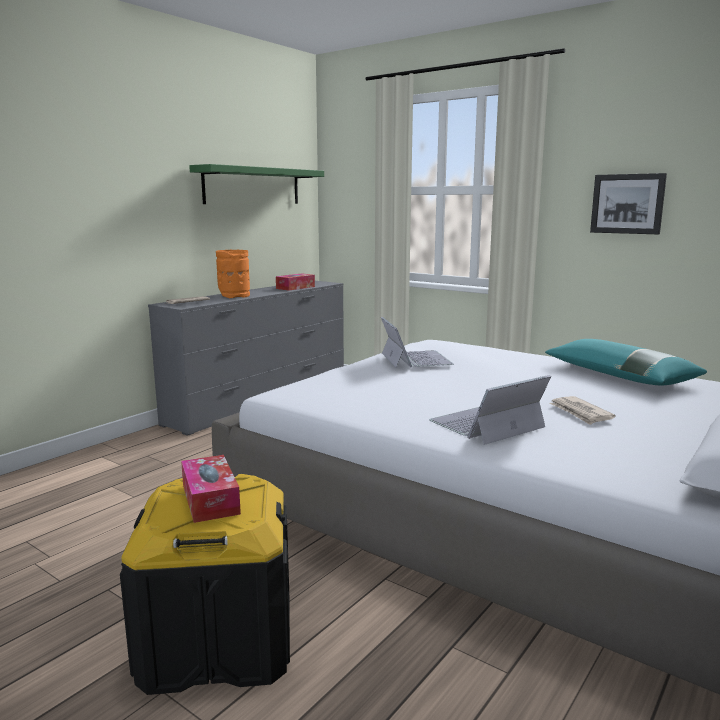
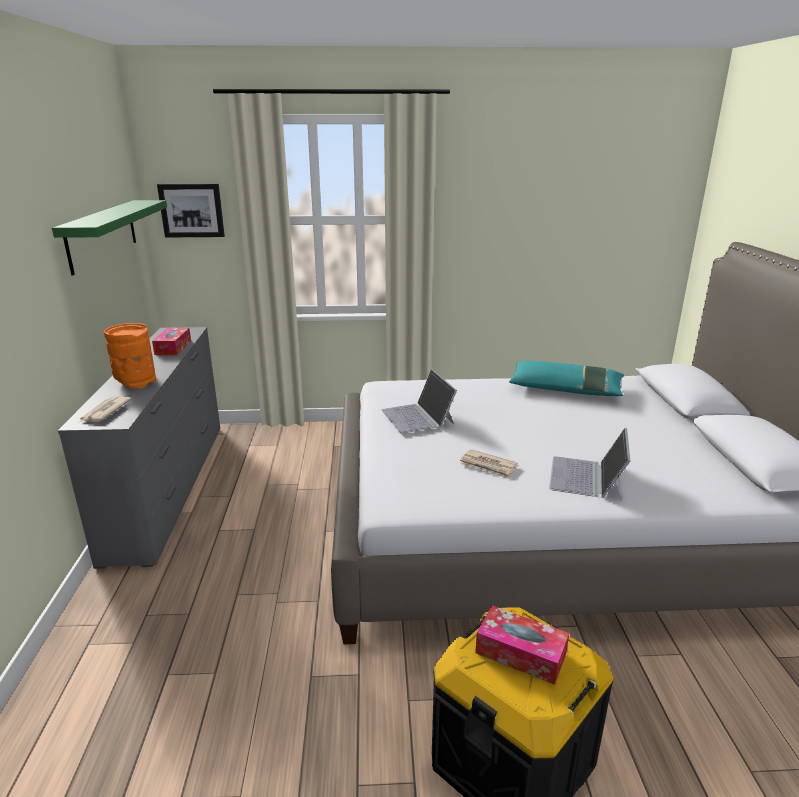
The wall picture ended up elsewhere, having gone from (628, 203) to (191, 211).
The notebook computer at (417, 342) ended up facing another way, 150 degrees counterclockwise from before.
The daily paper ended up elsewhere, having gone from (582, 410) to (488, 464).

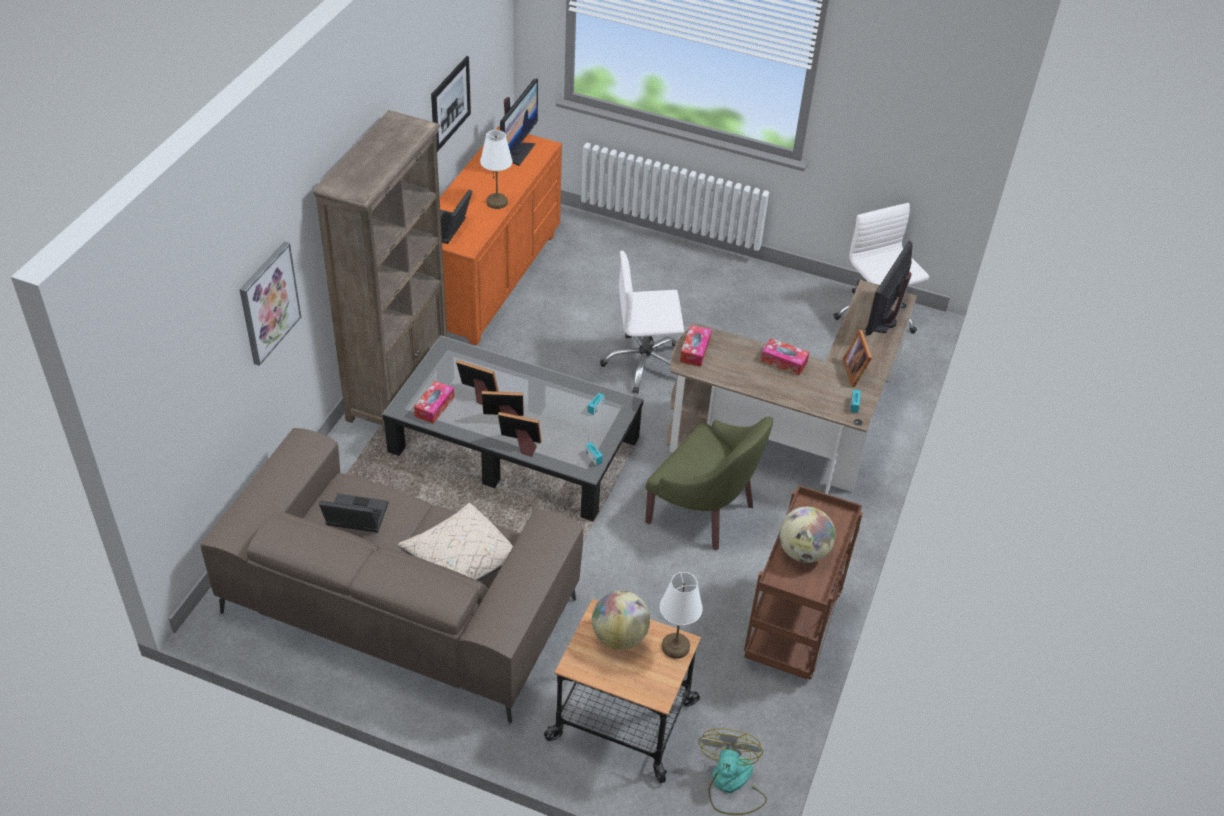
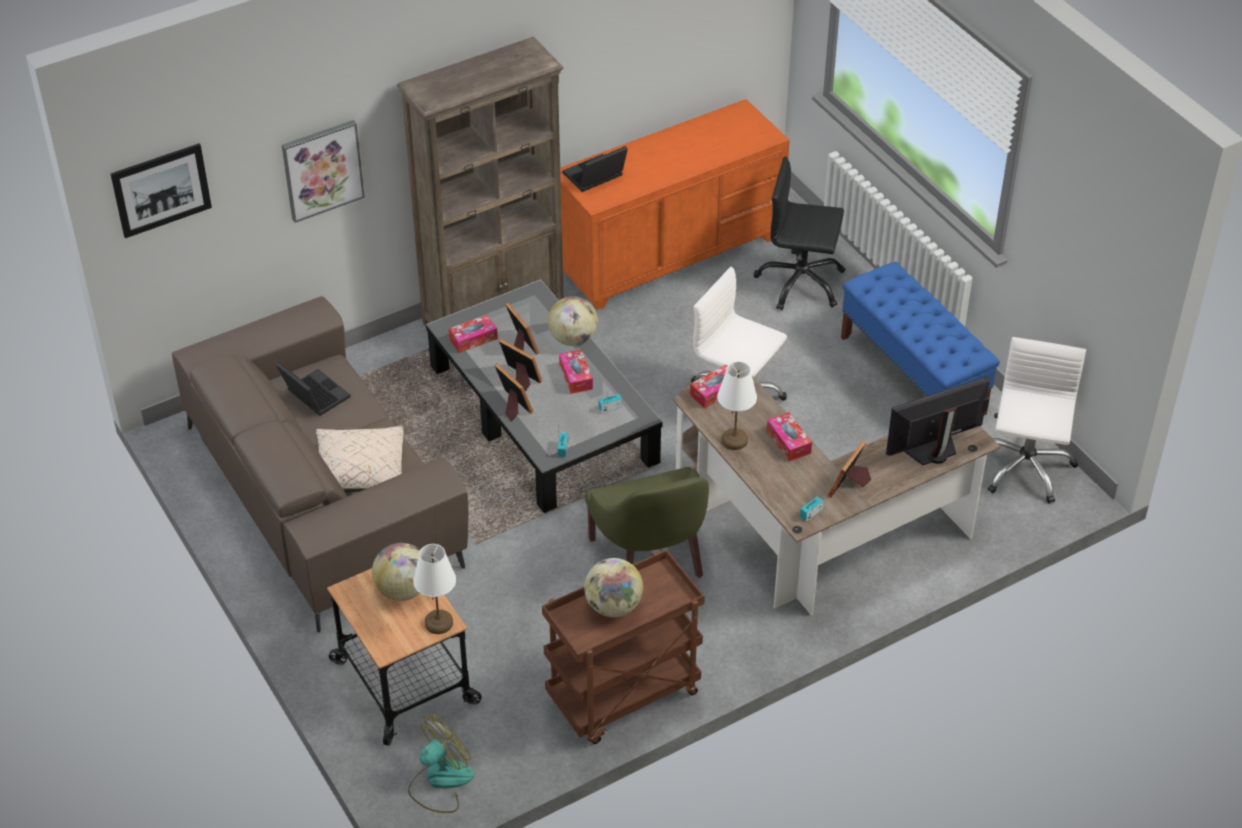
The wall picture ended up elsewhere, having gone from (451, 104) to (161, 190).
The second view gained the desk globe at (573, 321).
The second view gained the box of tissues at (576, 371).
The table lamp/white ended up elsewhere, having gone from (496, 169) to (737, 405).
The second view gained the desk chair/black-coloured at (799, 233).
The second view gained the bench/blue-coloured at (920, 338).
The second view lost the computer screen at (519, 122).

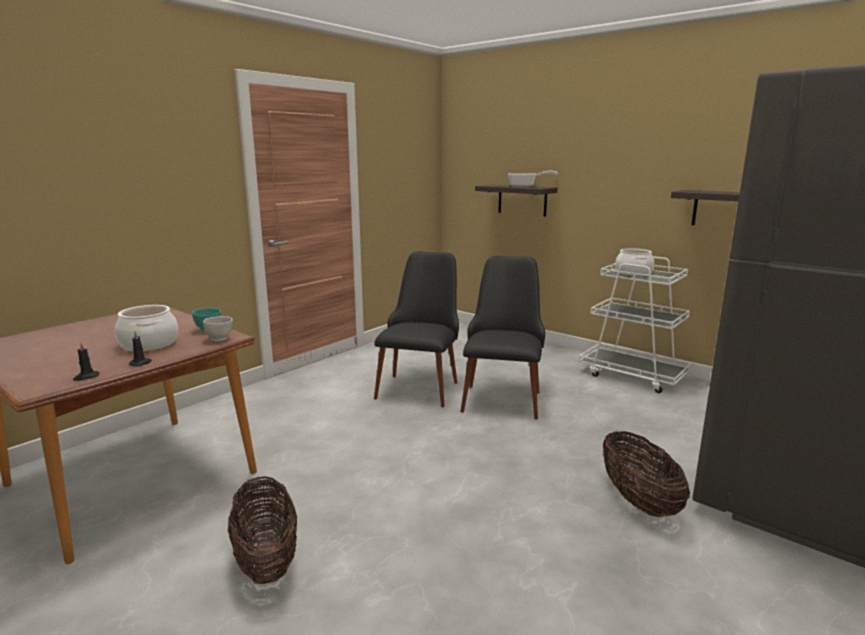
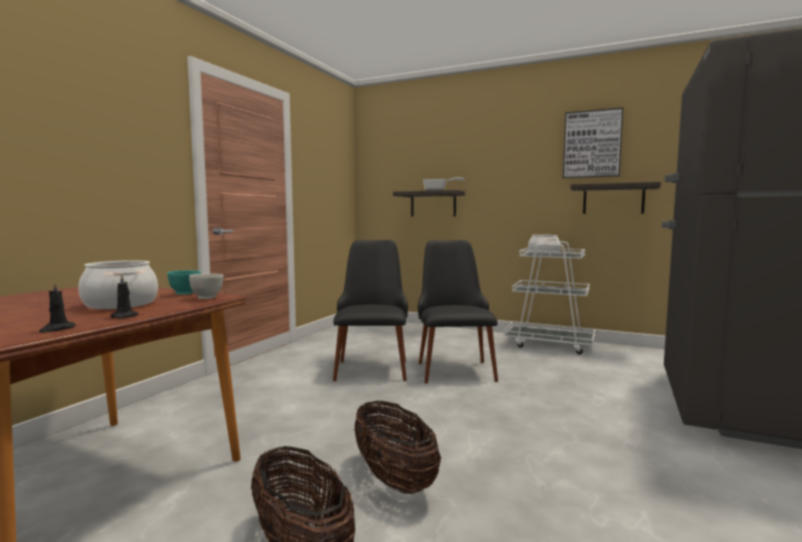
The storage basket ended up elsewhere, having gone from (646, 474) to (397, 447).
The second view gained the wall picture at (593, 142).

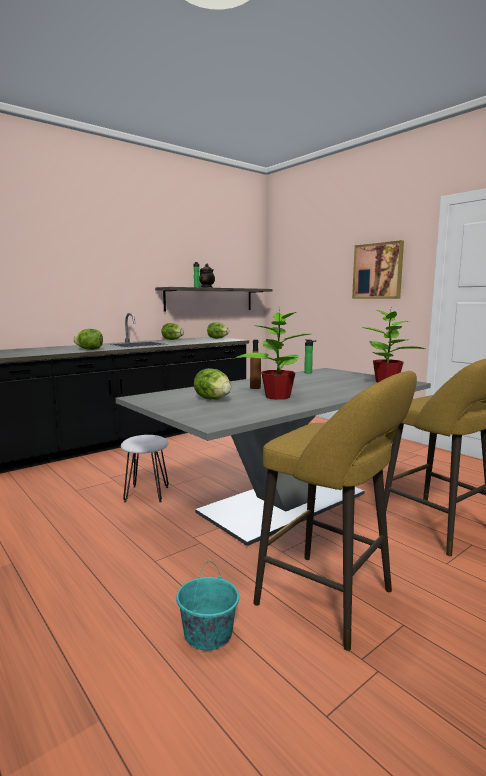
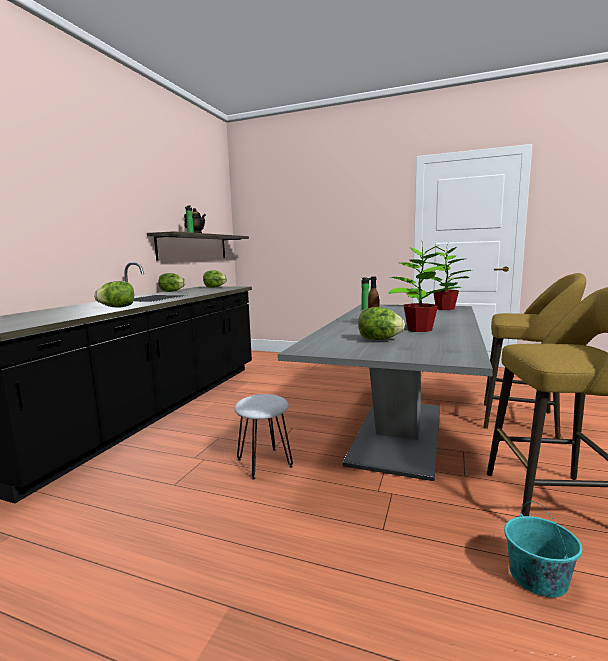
The second view lost the wall picture at (378, 269).

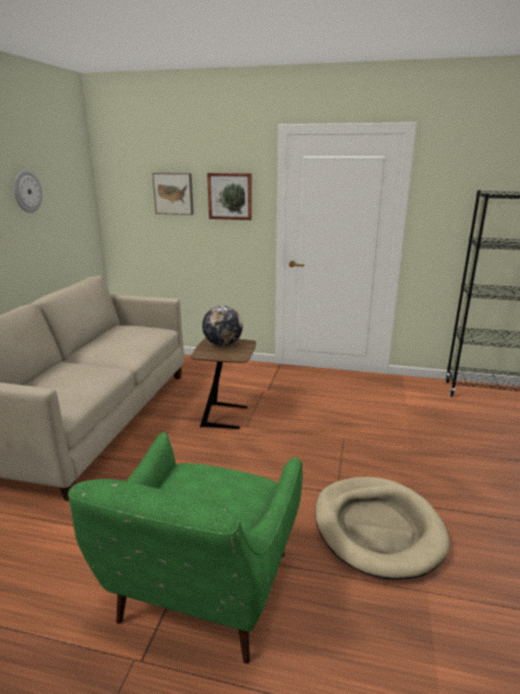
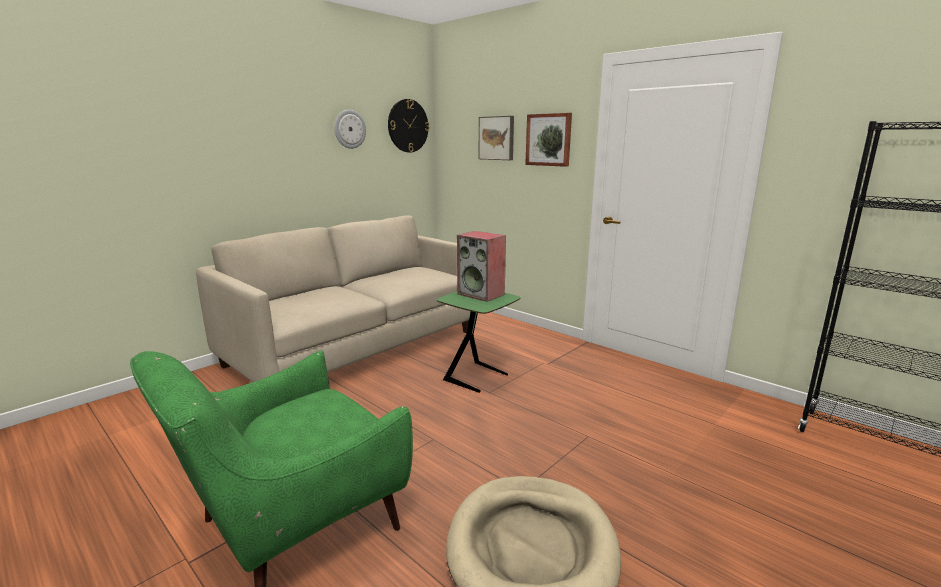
The second view gained the clock on the wall at (408, 125).
What was the side table/brownish at (223, 383) turned into the side table/green-coloured at (478, 342).
Where the desk globe stood at (222, 326), the loudspeaker came to stand at (481, 266).

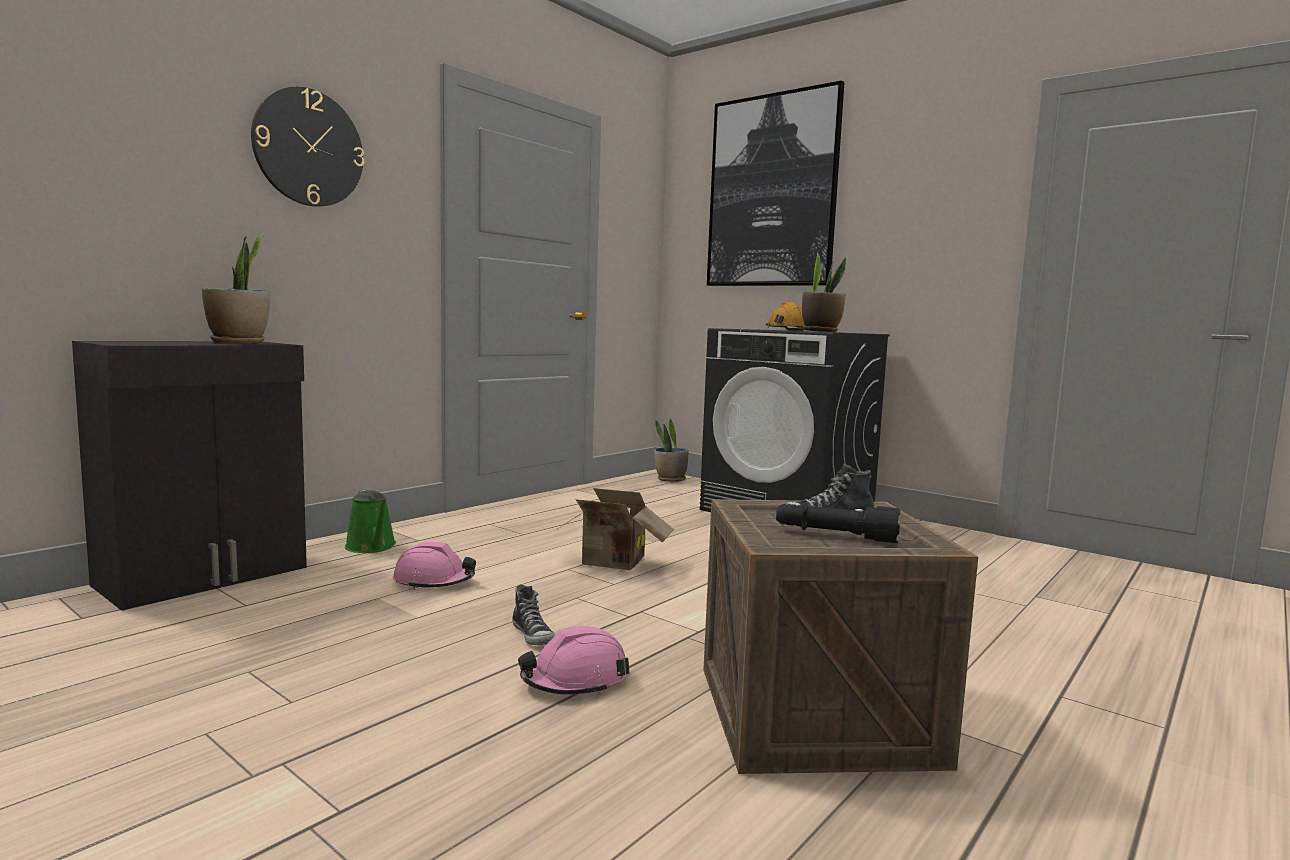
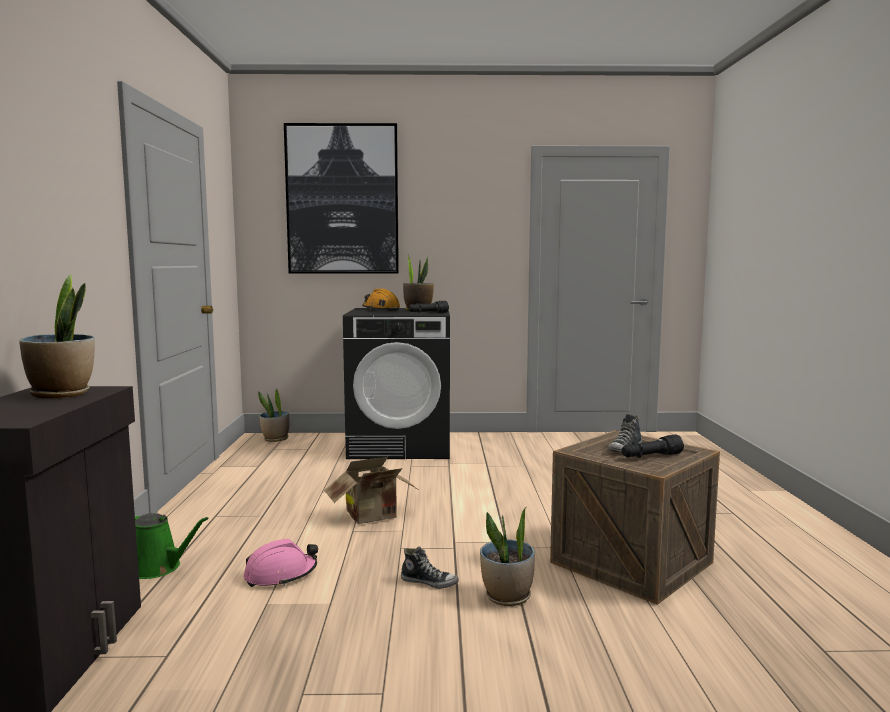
The second view gained the hand torch/black-coloured at (428, 307).
Where the work helmet/pink stood at (573, 660), the houseplant came to stand at (507, 556).
The second view lost the clock on the wall at (307, 147).

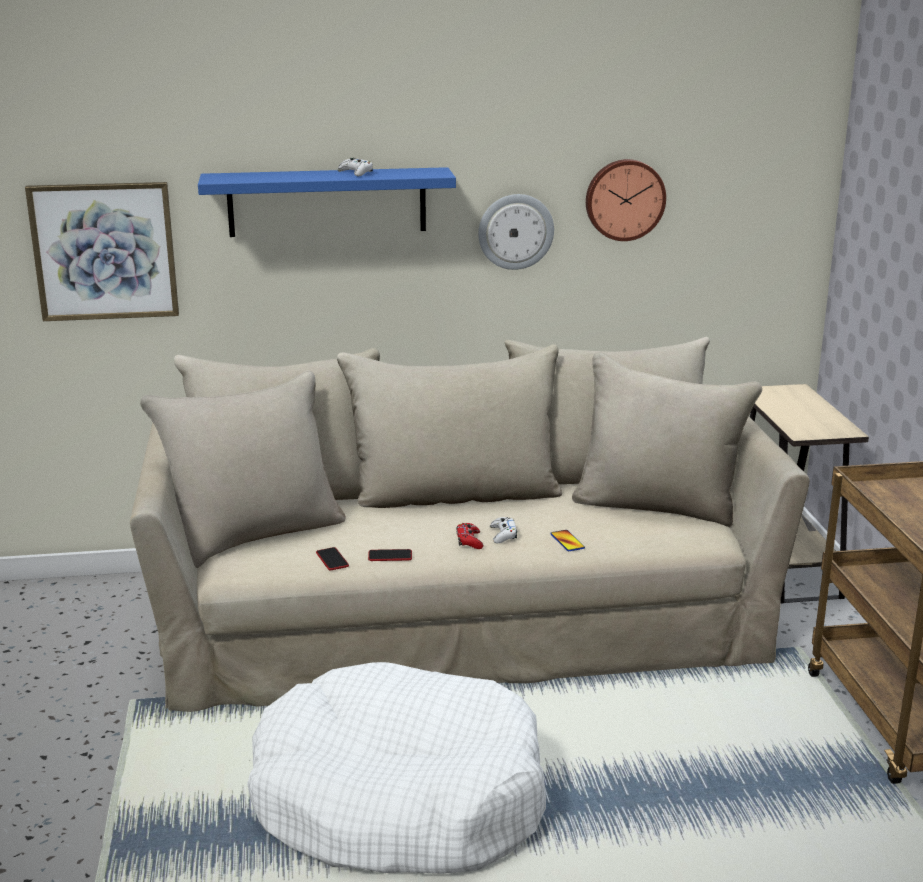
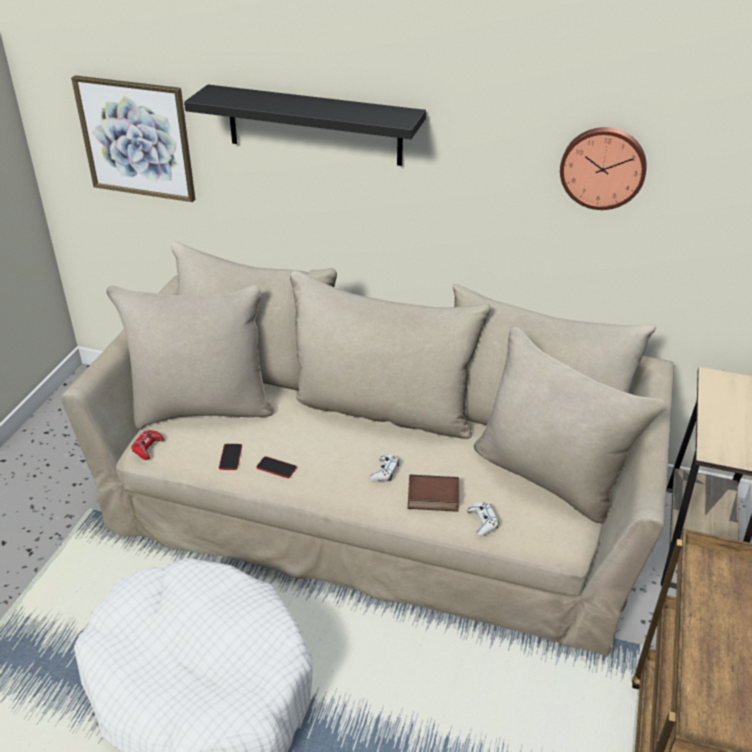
The joypad/red-coloured ended up elsewhere, having gone from (469, 536) to (147, 445).
What was the bracket shelf/blue-coloured at (327, 202) turned into the bracket shelf/black-coloured at (305, 125).
Where the telephone stood at (567, 540), the book came to stand at (433, 493).
The joypad/white ended up elsewhere, having gone from (355, 167) to (483, 519).
The second view lost the clock on the wall at (516, 232).

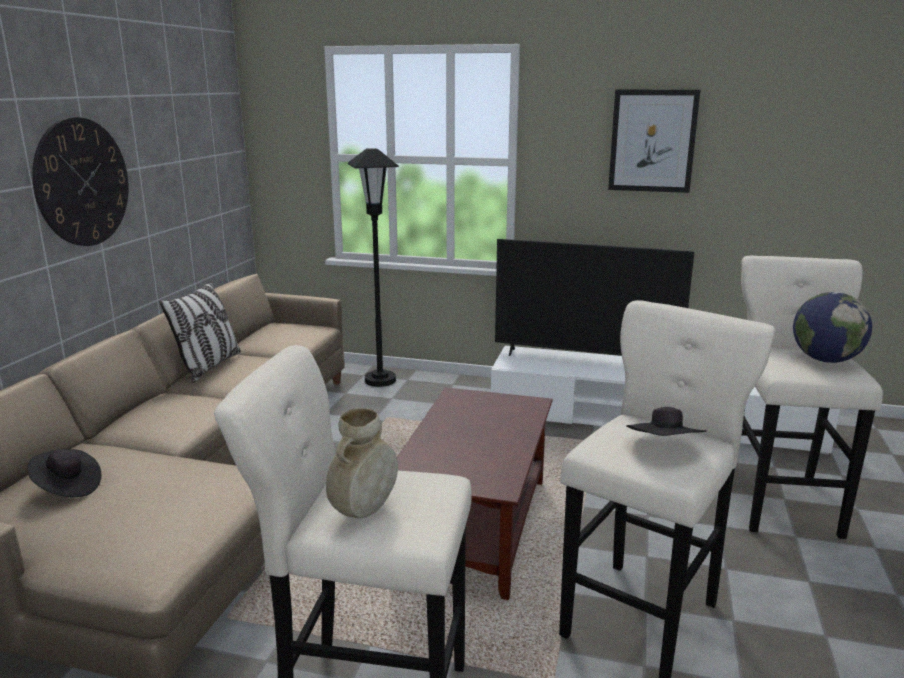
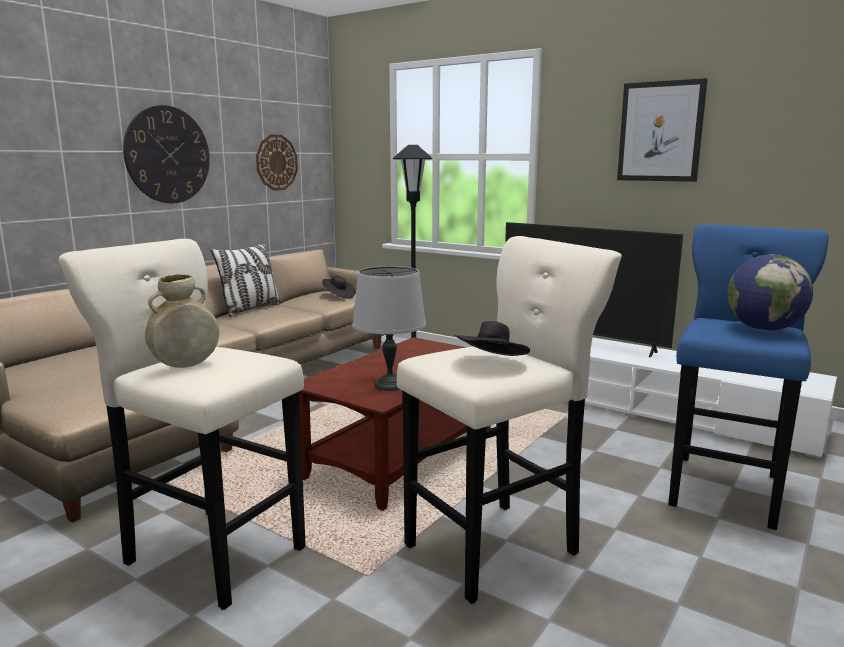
The second view gained the clock on the wall at (277, 162).
The hat/black-coloured ended up elsewhere, having gone from (64, 473) to (338, 287).
The second view gained the table lamp/greyish at (389, 328).
What was the stool seat/beige-coloured at (812, 397) turned into the stool seat/blue-coloured at (748, 377).

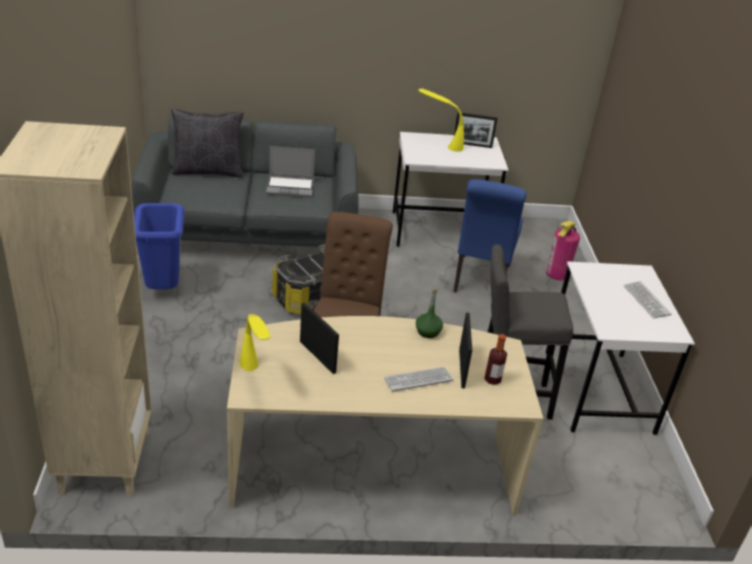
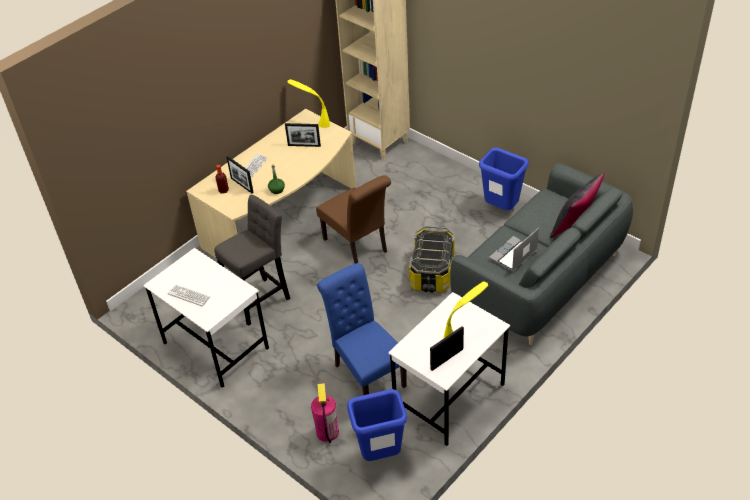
The second view gained the waste bin/blue-coloured at (377, 425).

